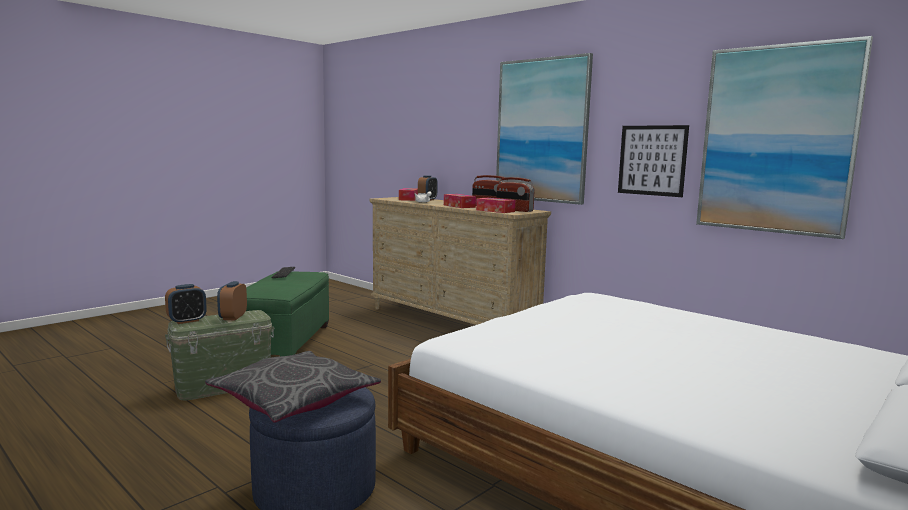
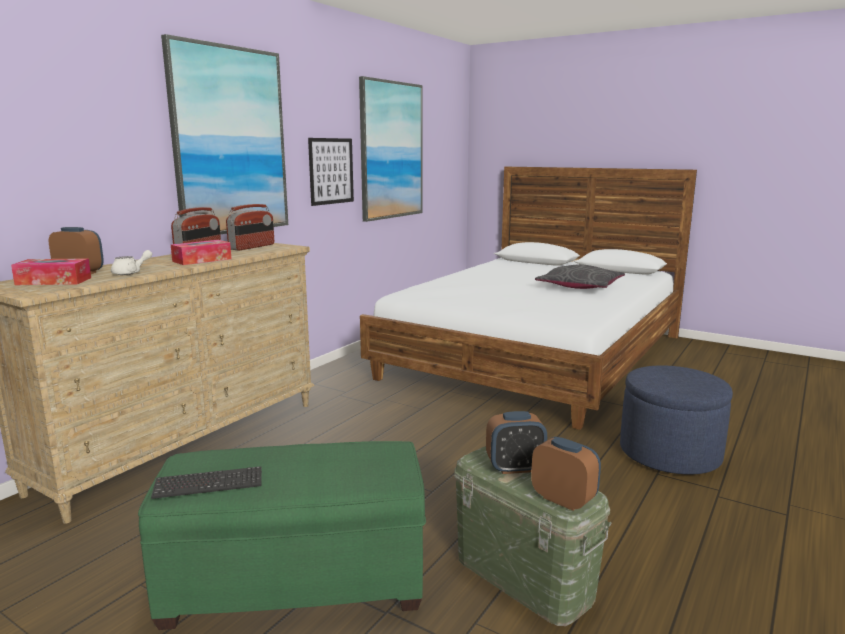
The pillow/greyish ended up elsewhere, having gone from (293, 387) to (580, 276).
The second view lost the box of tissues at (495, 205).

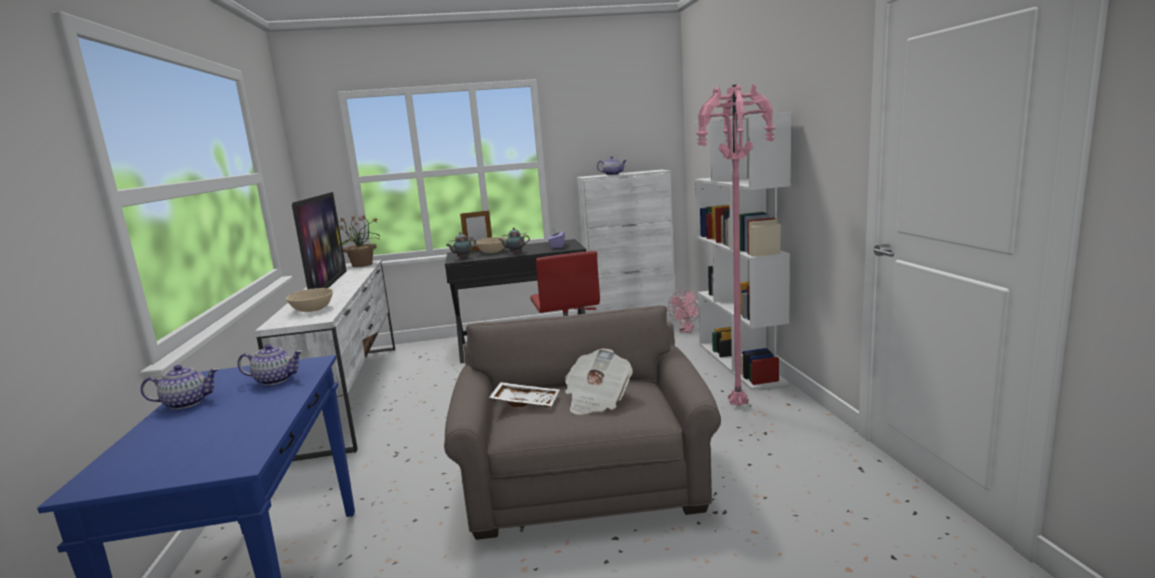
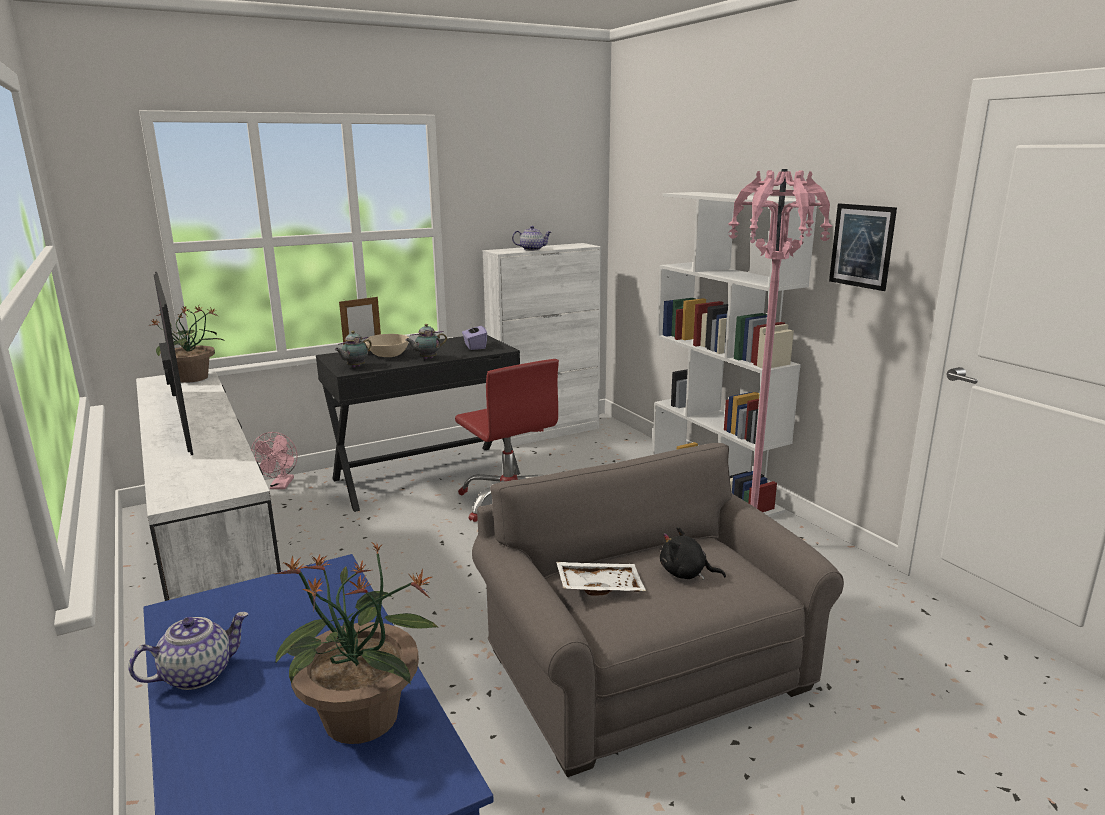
The electric fan/pink ended up elsewhere, having gone from (683, 311) to (274, 460).
The second view gained the houseplant at (357, 643).
Where the daily paper stood at (599, 382), the soft toy/black-coloured came to stand at (693, 553).
The second view gained the wall picture at (863, 247).
The second view lost the teapot at (270, 365).
The second view lost the bowl/beige-coloured at (309, 300).

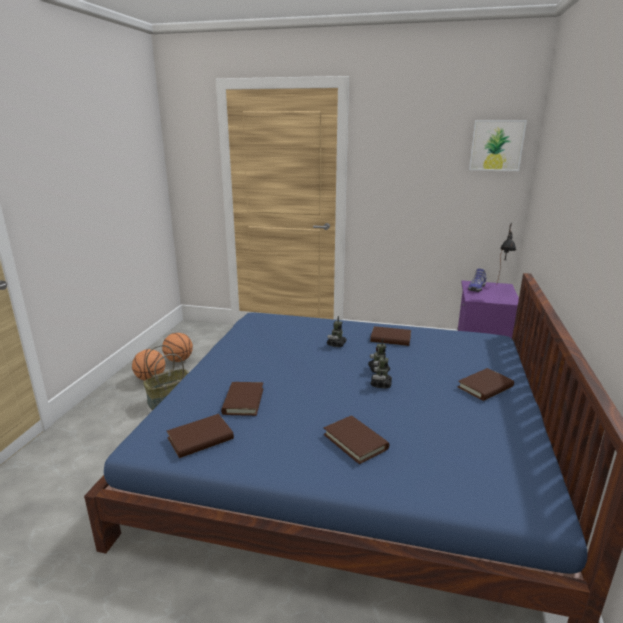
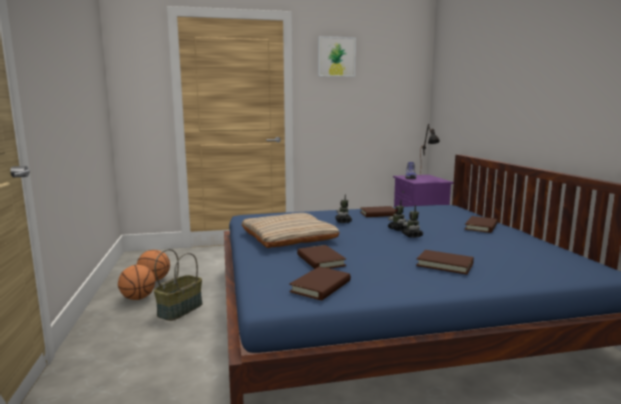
The second view gained the pillow/beige-coloured at (290, 230).
The wall picture ended up elsewhere, having gone from (498, 145) to (337, 56).

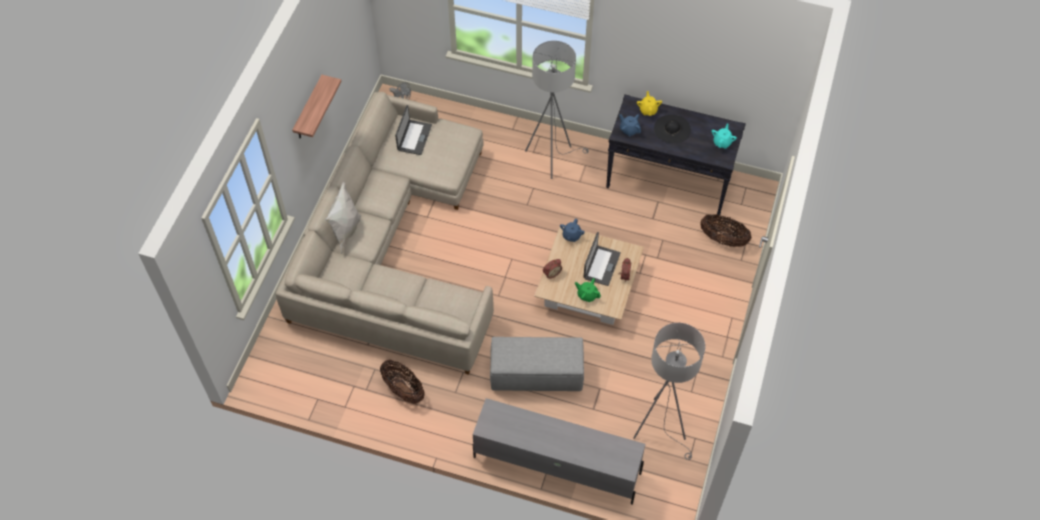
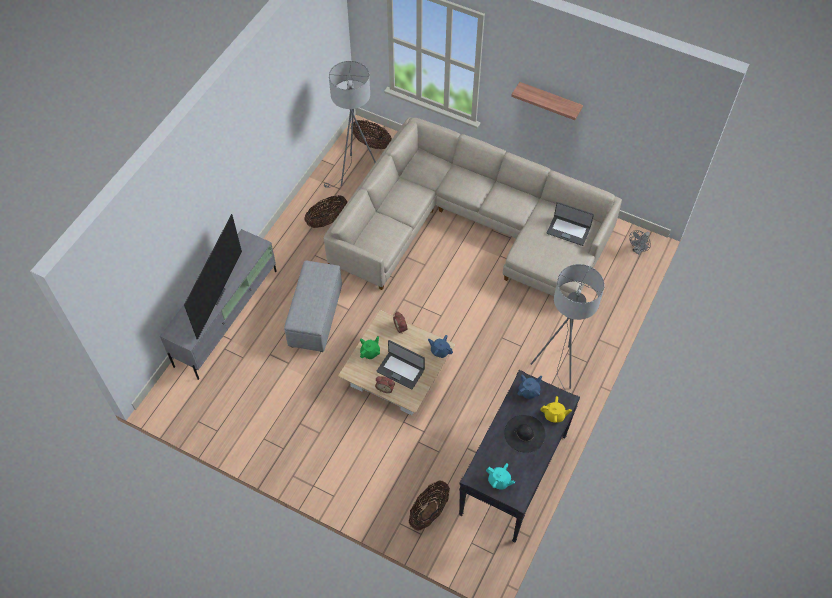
The second view gained the TV set at (213, 277).
The floor lamp/greyish ended up elsewhere, having gone from (669, 391) to (350, 124).
The second view gained the storage basket at (371, 134).
The second view lost the pillow/white at (343, 217).

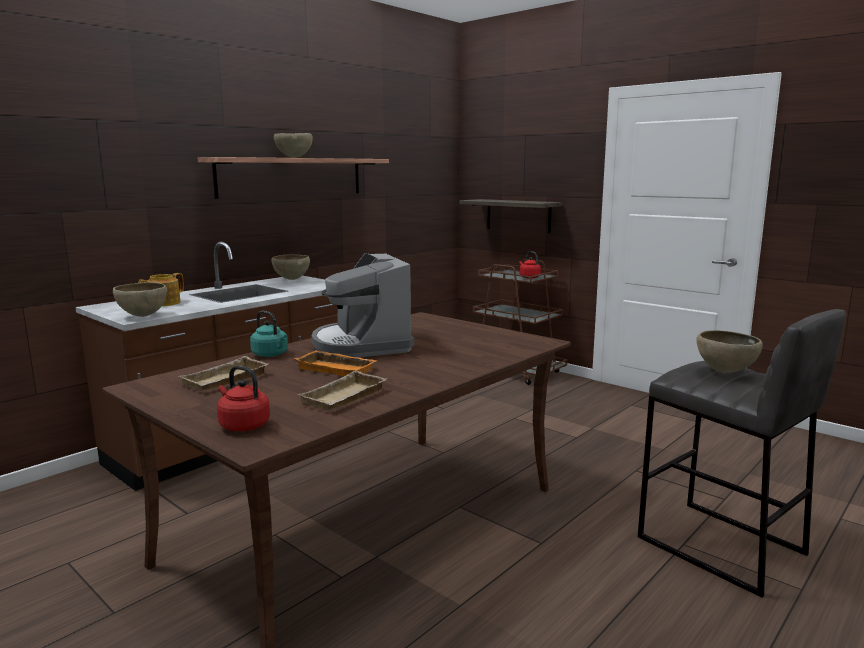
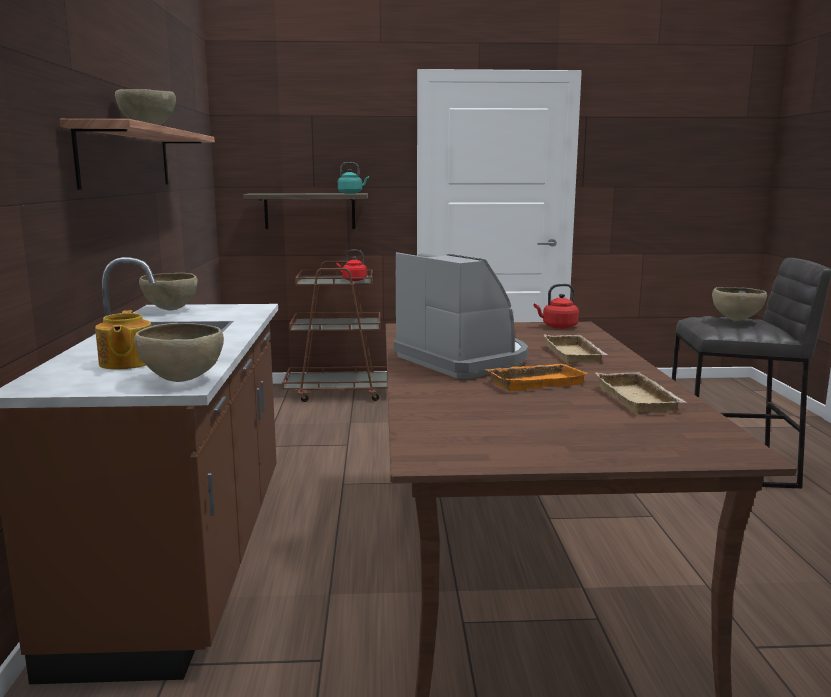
The kettle/turquoise ended up elsewhere, having gone from (269, 334) to (353, 177).
The coffee maker at (363, 305) ended up facing another way, 150 degrees counterclockwise from before.
The kettle/red-coloured ended up elsewhere, having gone from (243, 398) to (556, 306).
The carrying tray/beige-coloured ended up elsewhere, having gone from (223, 373) to (576, 349).

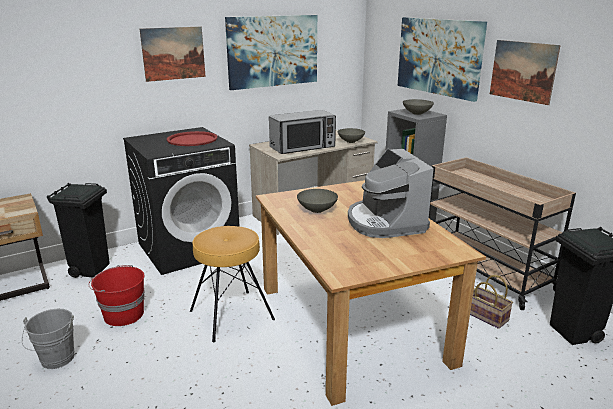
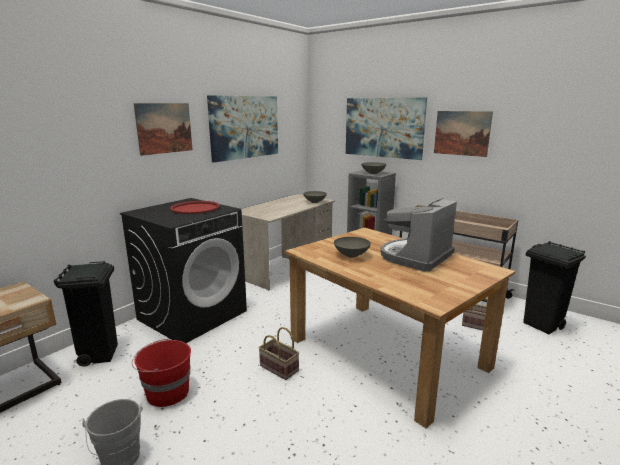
Where the stool seat/brownish stood at (232, 284), the storage basket came to stand at (279, 353).
The coffee maker at (391, 193) ended up facing another way, 75 degrees clockwise from before.
The second view lost the kitchen microwave at (302, 132).

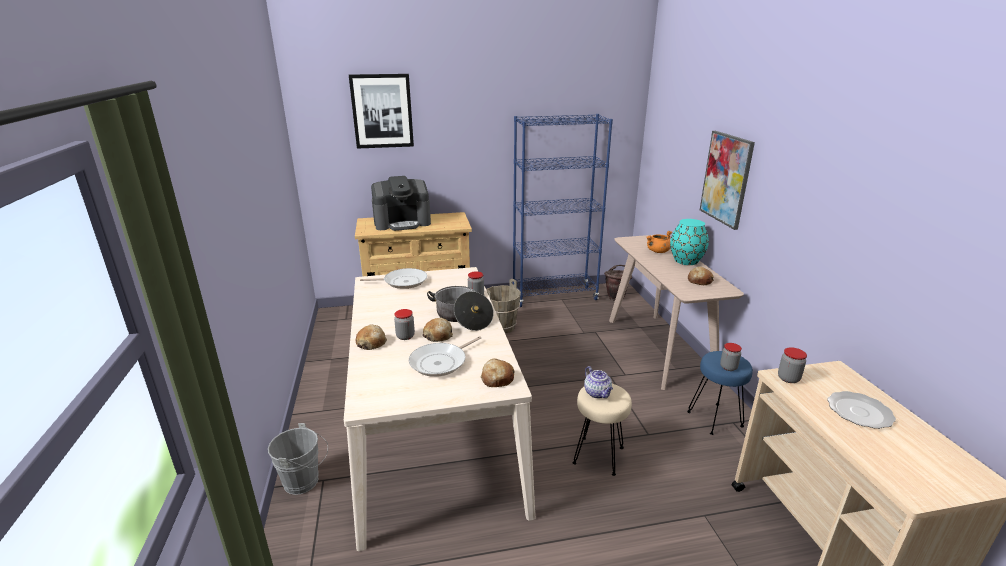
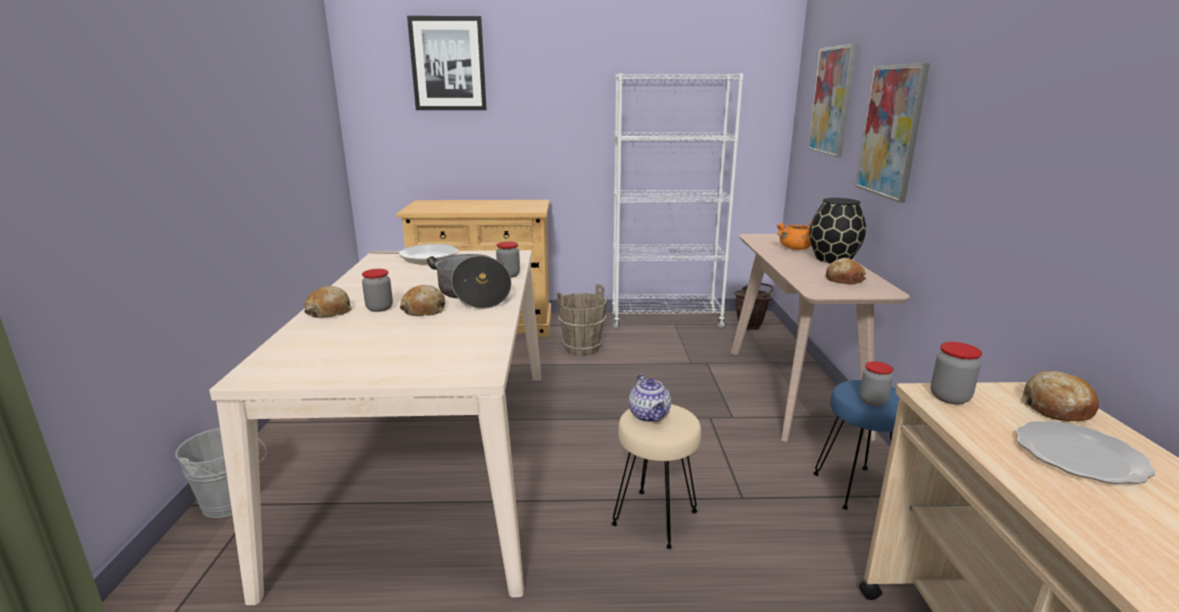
What was the bookcase/blue-coloured at (563, 210) turned into the bookcase/white at (677, 201).
The second view gained the wall picture at (832, 100).
What was the decorative vase/turquoise at (689, 242) turned into the decorative vase/black-coloured at (837, 230).
The baked bread ended up elsewhere, having gone from (498, 372) to (1060, 396).
The second view lost the coffee maker at (401, 203).
The second view lost the skillet at (445, 356).

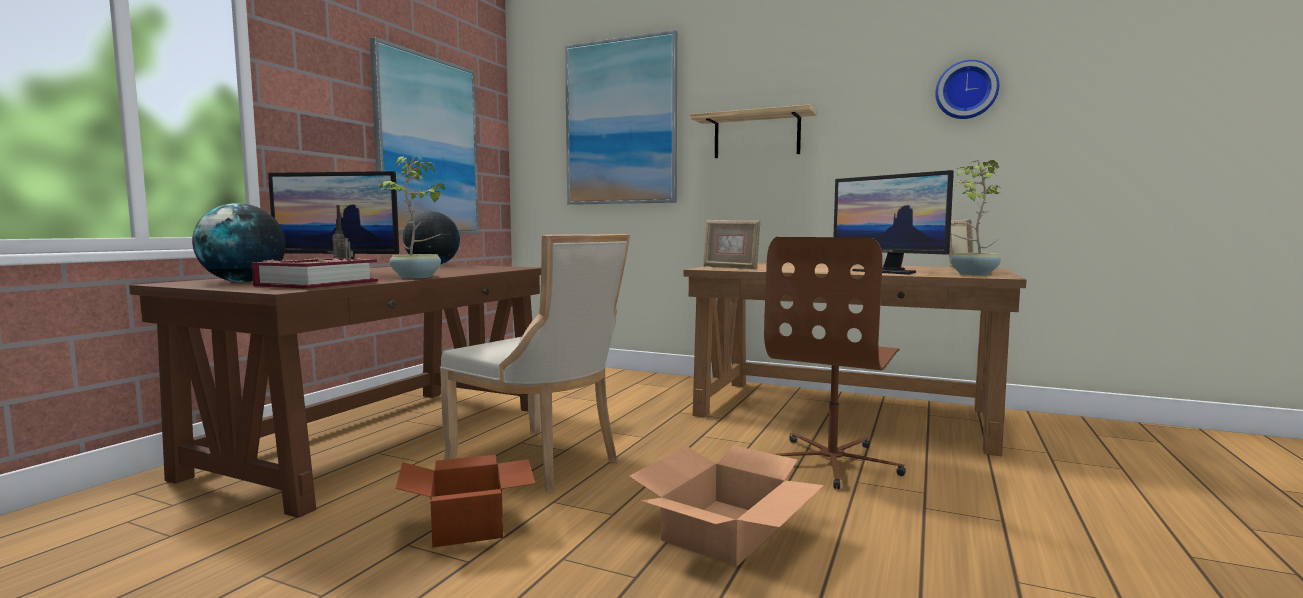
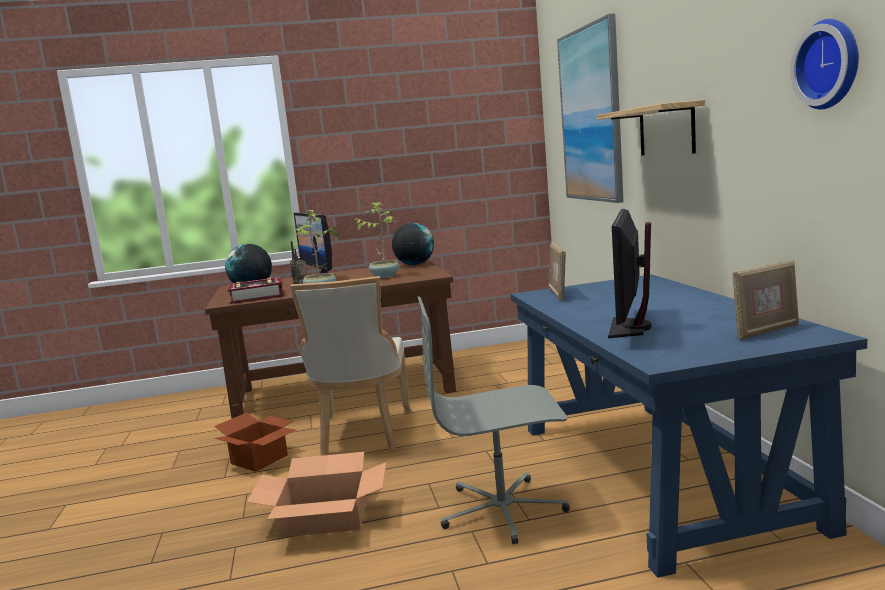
The houseplant ended up elsewhere, having gone from (977, 217) to (376, 239).
What was the desk chair/brownish at (835, 363) turned into the desk chair/greyish at (494, 420).
What was the desk table/brownish at (855, 359) turned into the desk table/blue-coloured at (689, 426).
The second view lost the wall picture at (424, 136).

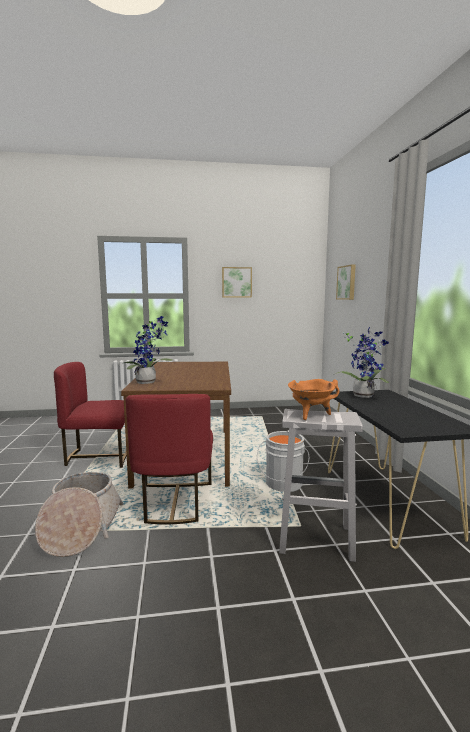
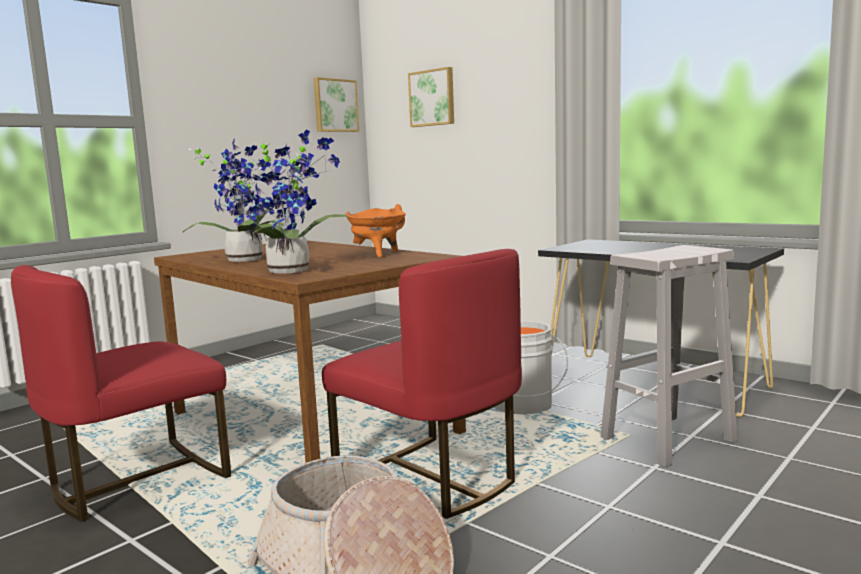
The houseplant ended up elsewhere, having gone from (362, 362) to (233, 200).
The wall picture ended up elsewhere, having gone from (237, 282) to (336, 104).
The stockpot/orange ended up elsewhere, having gone from (314, 399) to (375, 231).

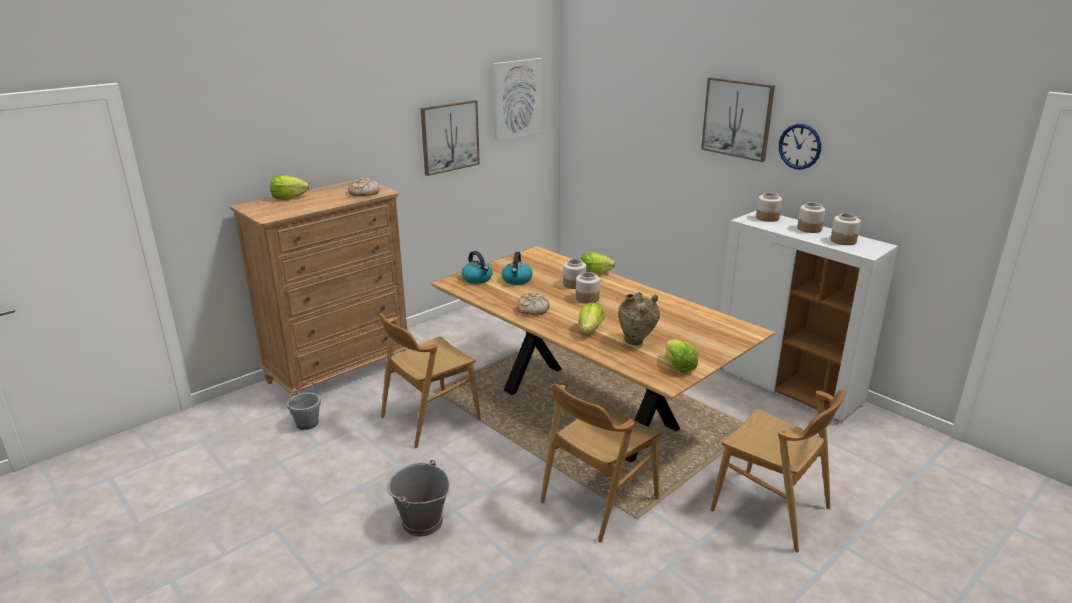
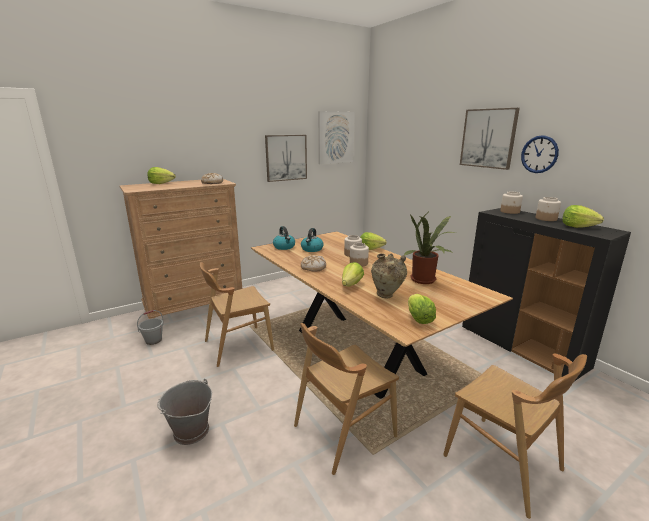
The second view gained the houseplant at (430, 248).
What was the cabinet/white at (809, 316) turned into the cabinet/black-coloured at (546, 294).
Where the storage jar stood at (846, 229), the head of lettuce came to stand at (583, 216).

